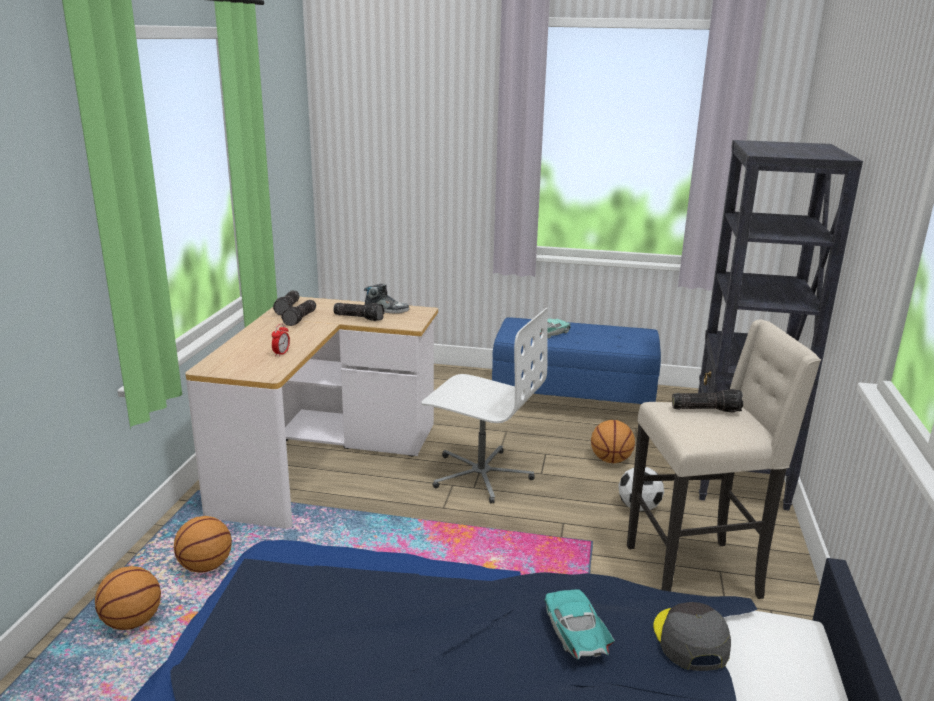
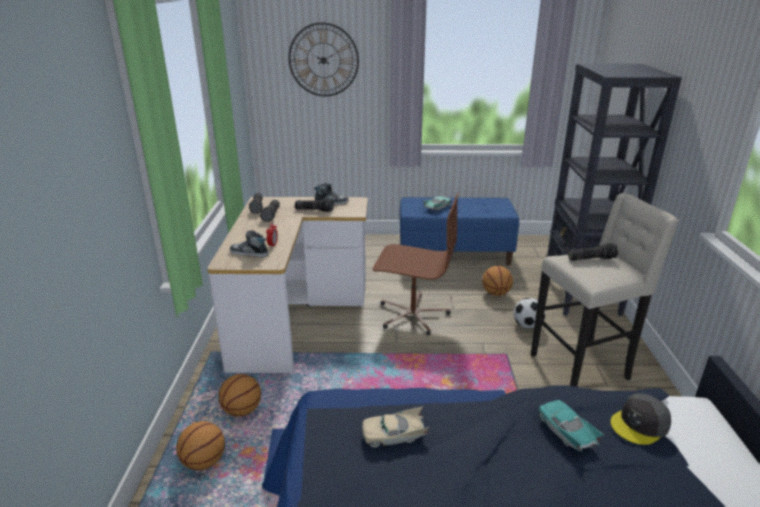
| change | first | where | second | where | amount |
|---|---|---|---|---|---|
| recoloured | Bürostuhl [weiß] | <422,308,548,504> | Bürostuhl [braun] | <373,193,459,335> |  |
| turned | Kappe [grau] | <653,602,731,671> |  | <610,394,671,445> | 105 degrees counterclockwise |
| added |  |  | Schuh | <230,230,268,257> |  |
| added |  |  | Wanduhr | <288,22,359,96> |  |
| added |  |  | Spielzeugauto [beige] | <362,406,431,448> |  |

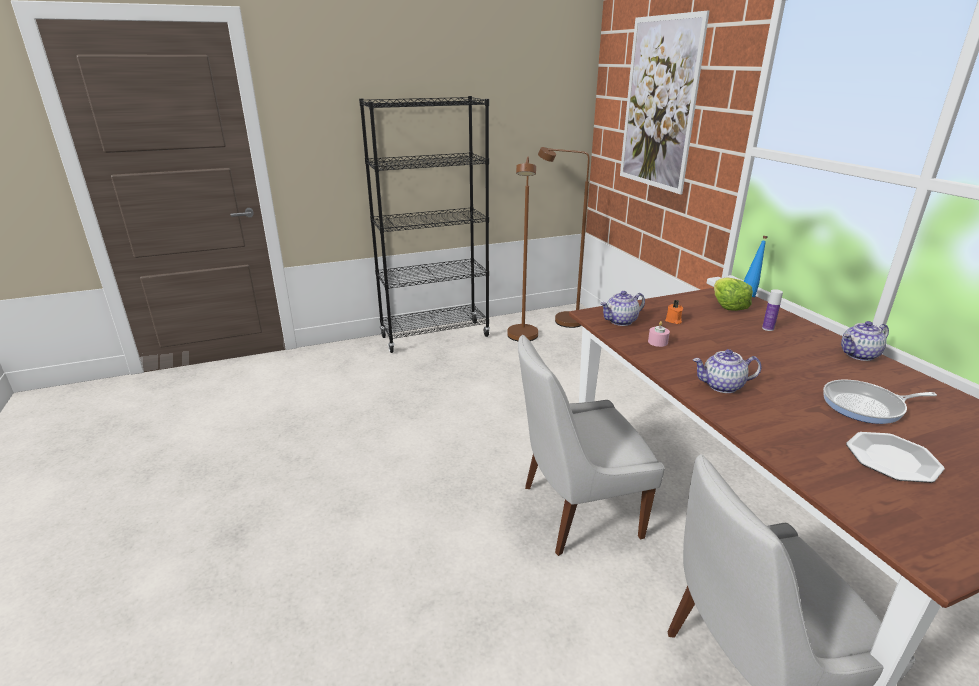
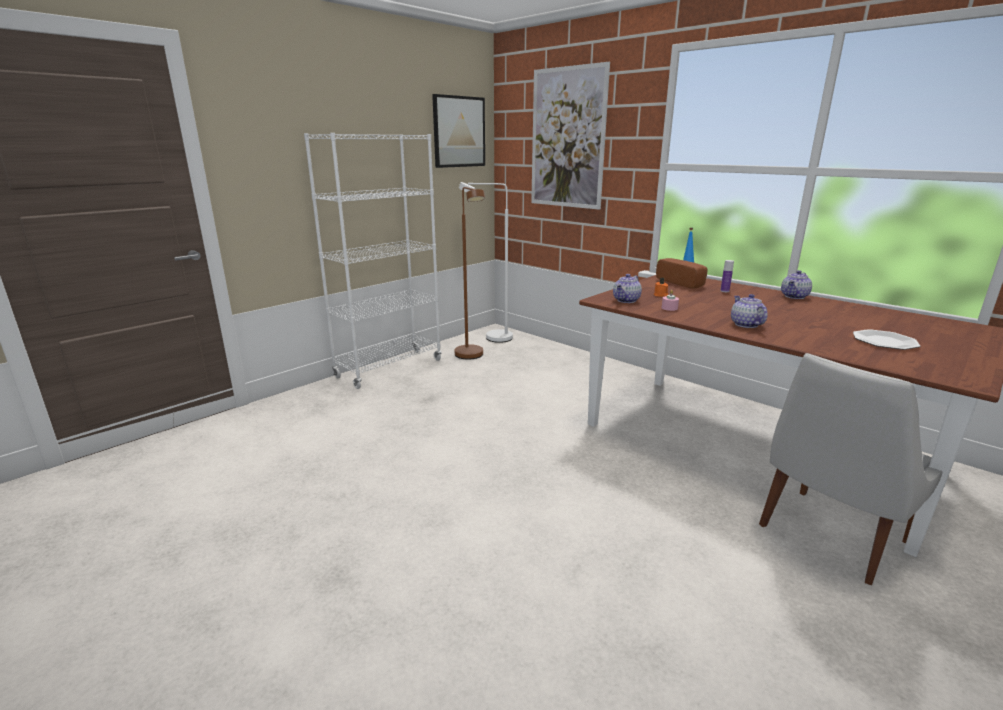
| change | first | where | second | where | amount |
|---|---|---|---|---|---|
| recoloured | Bücherregal [schwarz] | <359,96,490,353> | Bücherregal [weiß] | <304,133,442,389> |  |
| removed | Stuhl [weiß] | <518,335,665,556> |  |  |  |
| recoloured | Stehlampe [braun] | <538,147,590,328> | Stehlampe [weiß] | <459,182,513,343> |  |
| turned | Teekanne | <693,349,762,393> |  | <731,294,768,328> | 105 degrees clockwise |
| replaced | Salatkopf | <714,277,753,311> | Brot | <656,258,707,289> |  |
| removed | Pfanne | <823,379,937,424> |  |  |  |
| added |  |  | Bild | <432,94,485,168> |  |

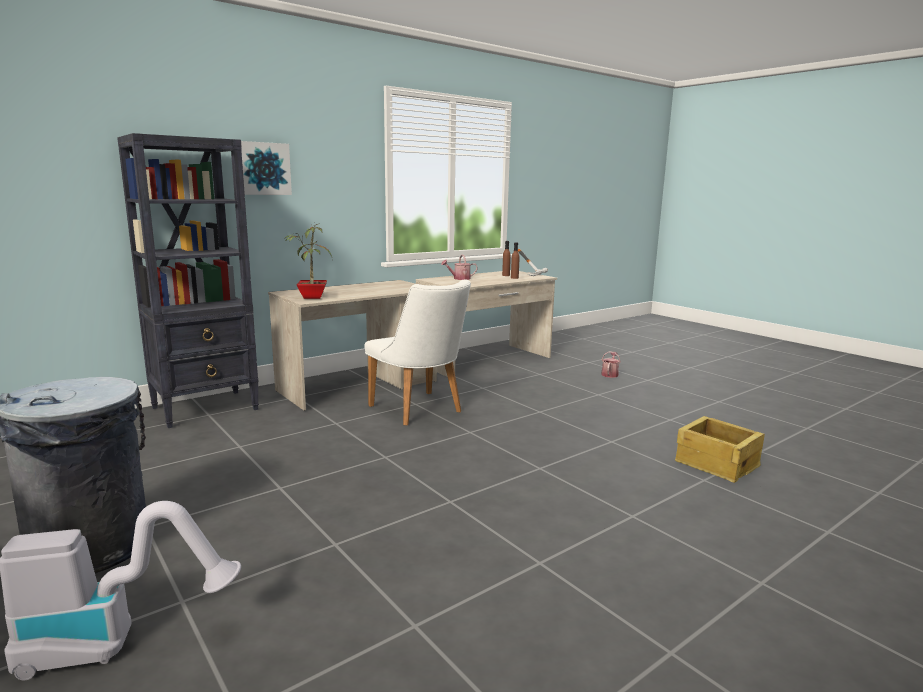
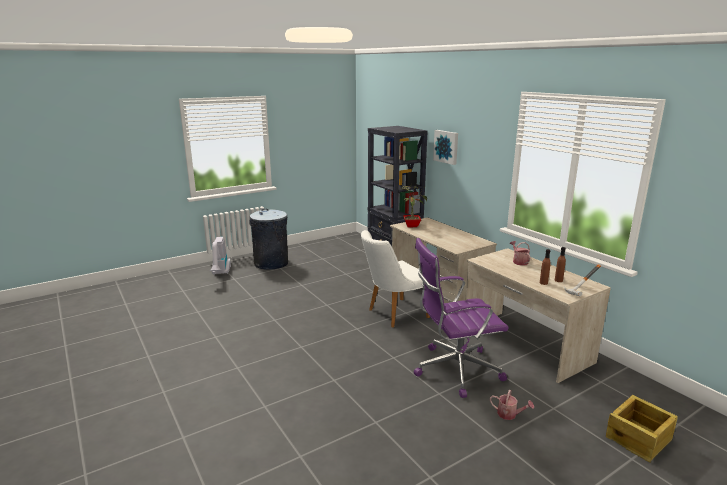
| change | first | where | second | where | amount |
|---|---|---|---|---|---|
| moved | Kiste | <675,416,765,483> |  | <606,395,678,463> |  |
| added |  |  | Bürostuhl [lila] | <414,238,509,398> |  |

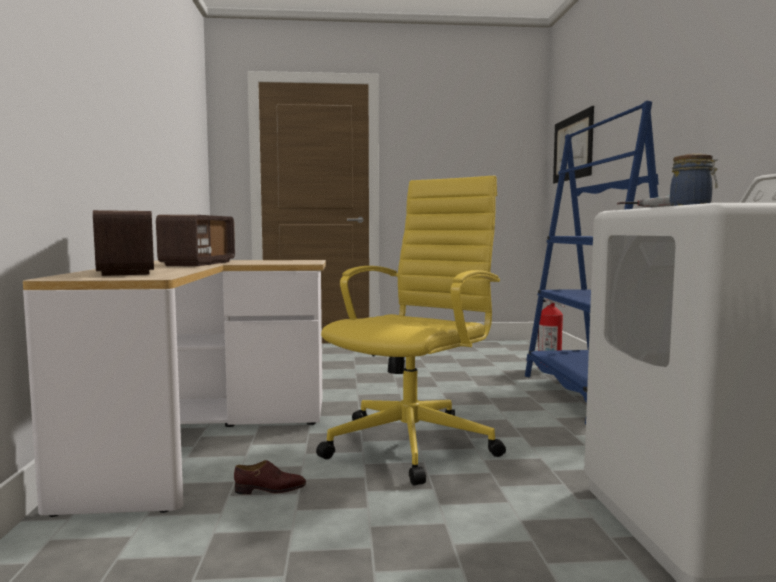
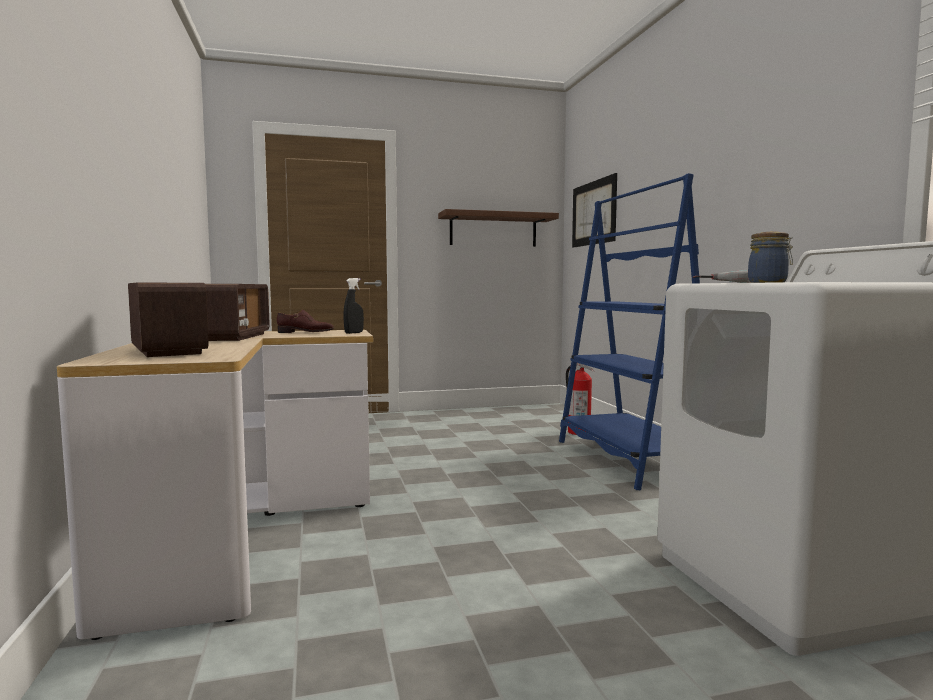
| change | first | where | second | where | amount |
|---|---|---|---|---|---|
| moved | Schuh [braun] | <234,460,306,495> |  | <277,310,334,333> |  |
| removed | Bürostuhl [gelb] | <316,176,506,486> |  |  |  |
| added |  |  | Sprühflasche [schwarz] | <343,278,364,334> |  |
| added |  |  | Wandregal [braun] | <438,209,559,247> |  |

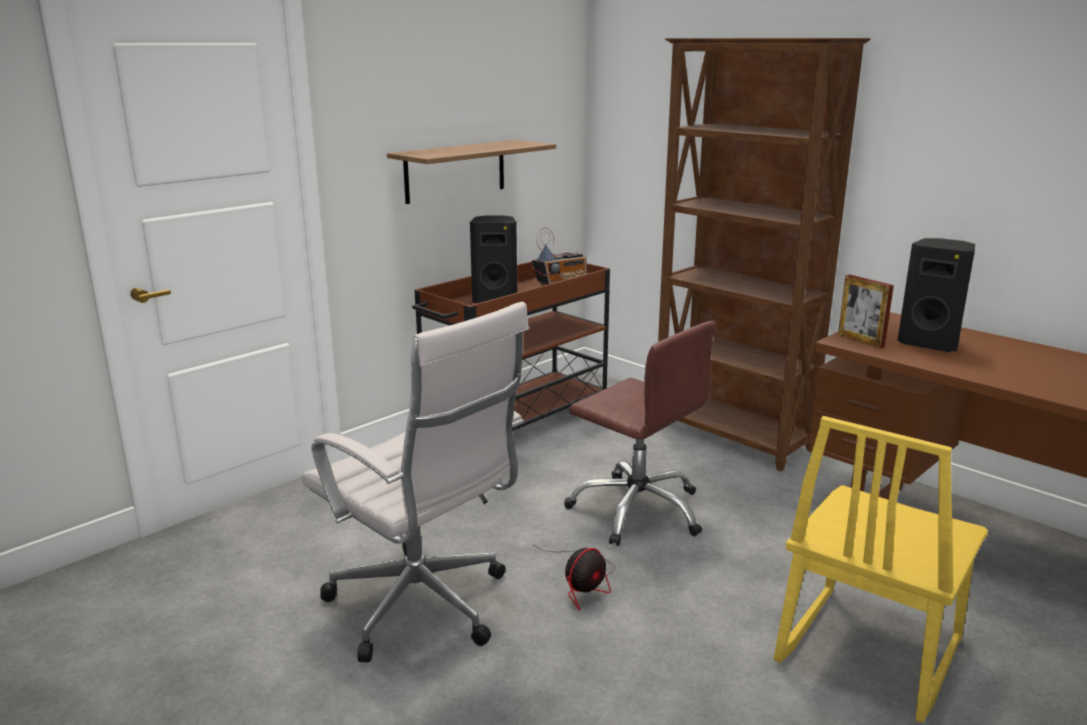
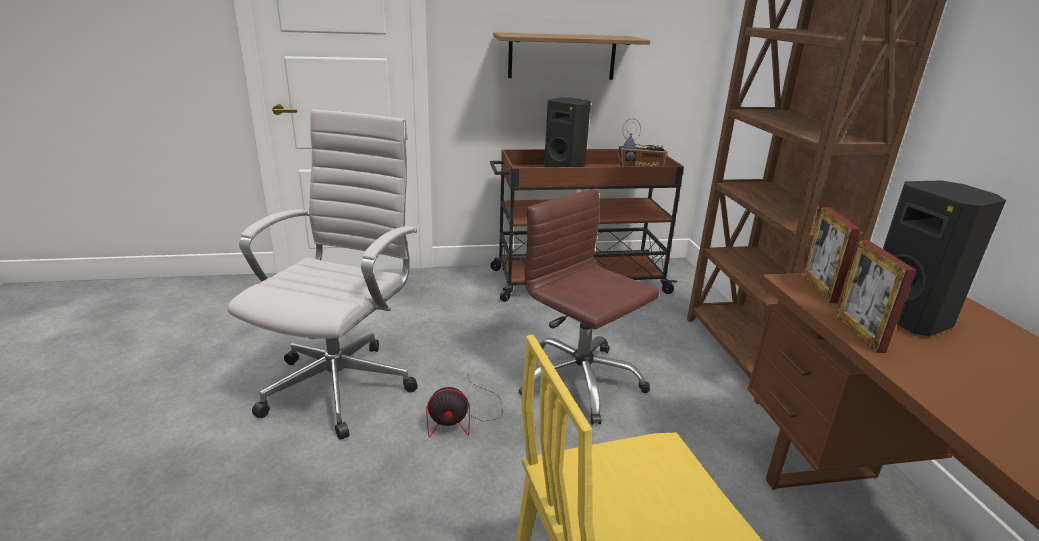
| change | first | where | second | where | amount |
|---|---|---|---|---|---|
| turned | Bürostuhl [weiß] | <302,302,529,663> |  | <227,109,418,439> | 150 degrees counterclockwise |
| turned | Bürostuhl [braun] | <564,321,716,546> |  | <518,189,659,425> | 150 degrees clockwise |
| added |  |  | Bilderrahmen | <836,240,916,353> |  |

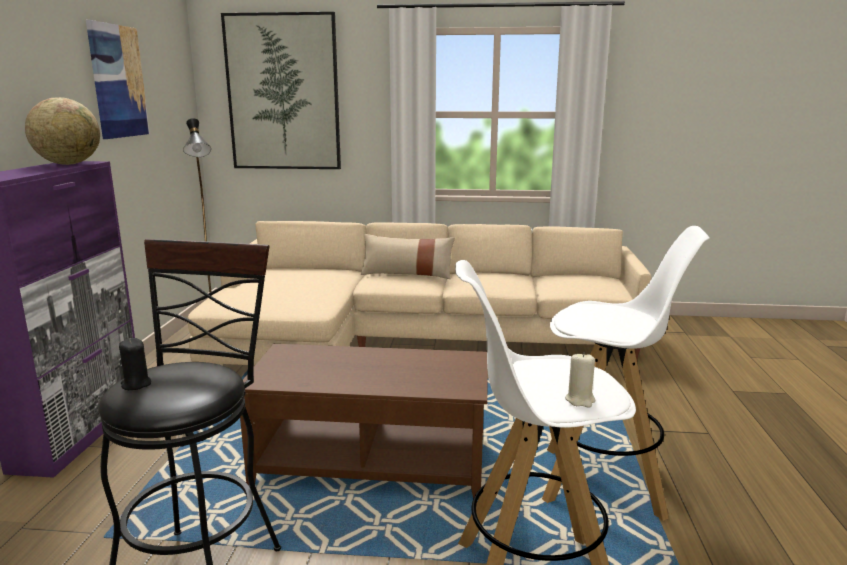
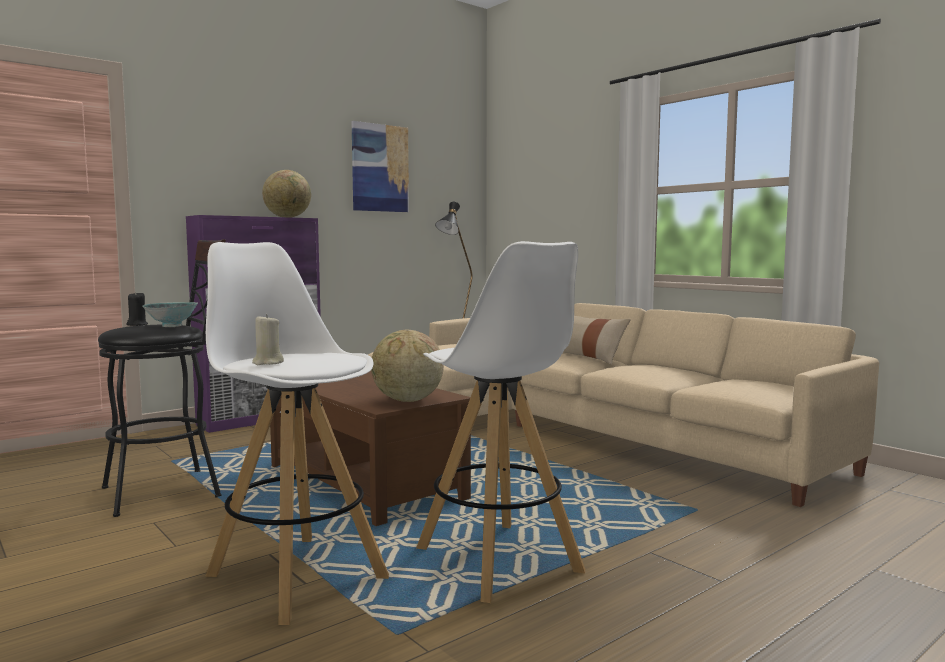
| change | first | where | second | where | amount |
|---|---|---|---|---|---|
| removed | Bild | <221,12,341,169> |  |  |  |
| added |  |  | Schüssel | <142,302,198,327> |  |
| added |  |  | Globus | <371,330,444,402> |  |

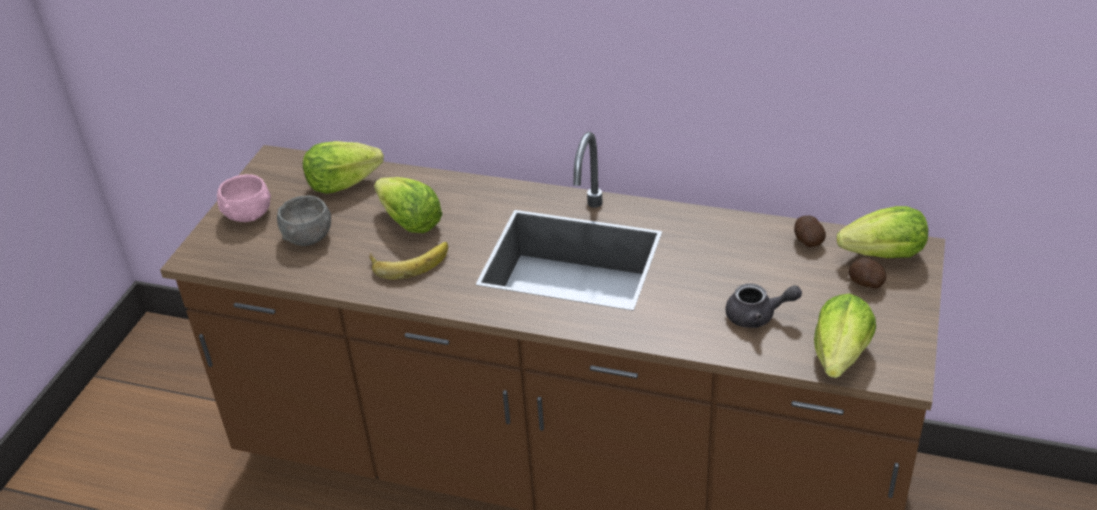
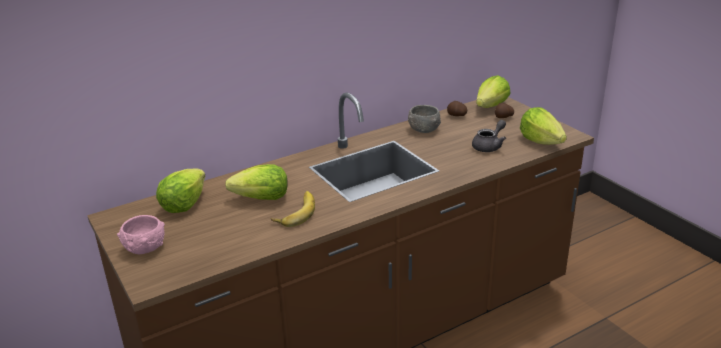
| change | first | where | second | where | amount |
|---|---|---|---|---|---|
| moved | Schüssel [grau] | <277,195,331,246> |  | <408,105,441,133> |  |

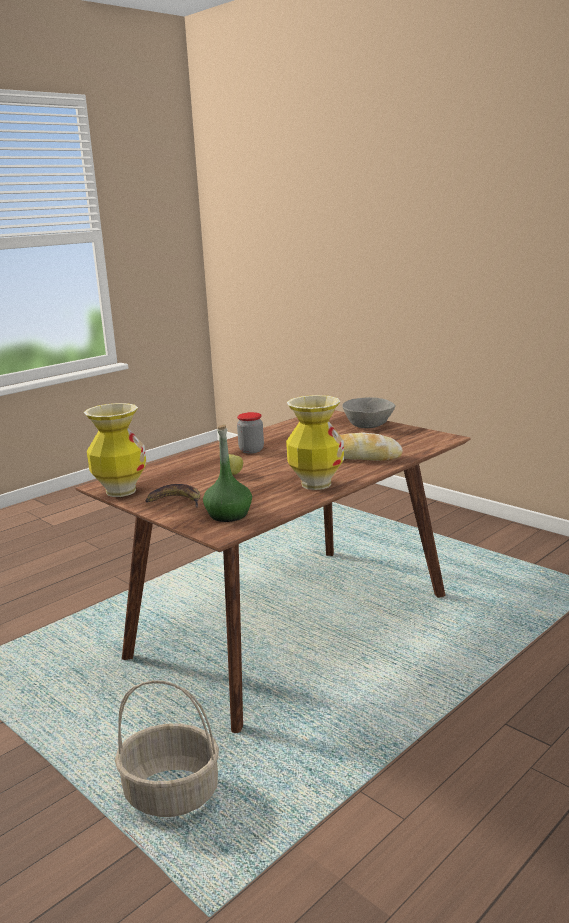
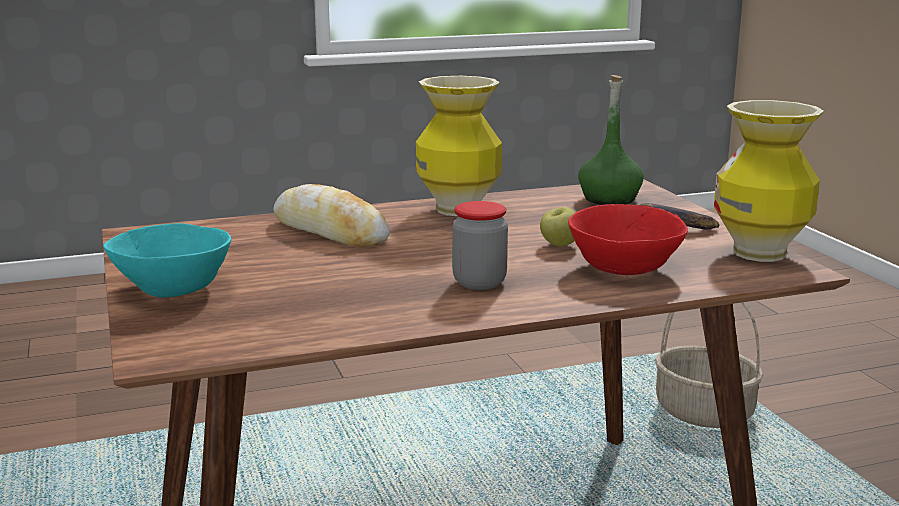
| change | first | where | second | where | amount |
|---|---|---|---|---|---|
| recoloured | Schüssel [grau] | <342,397,396,428> | Schüssel [türkis] | <103,223,231,297> |  |
| added |  |  | Schüssel [rot] | <568,204,688,275> |  |

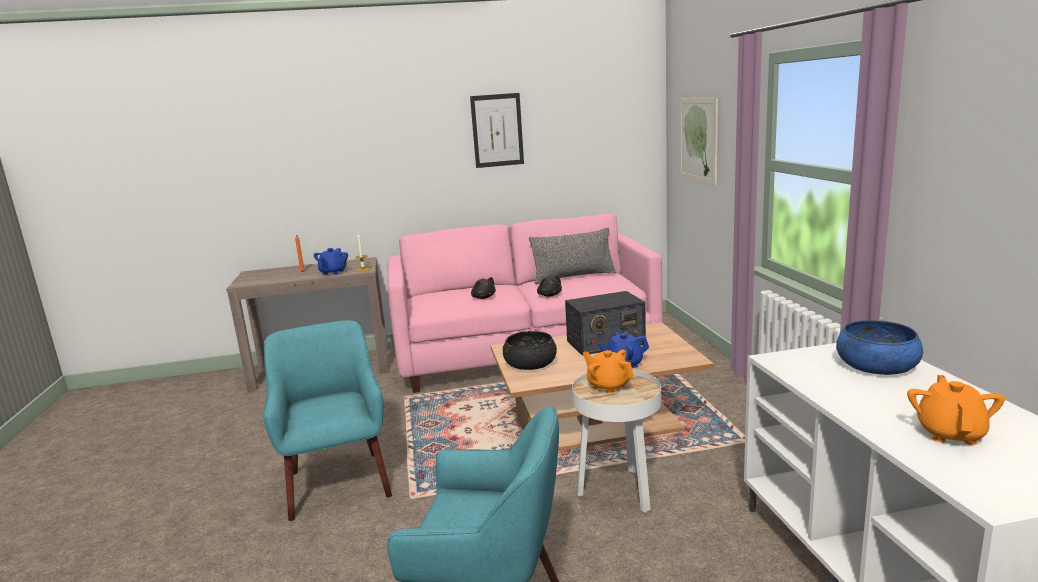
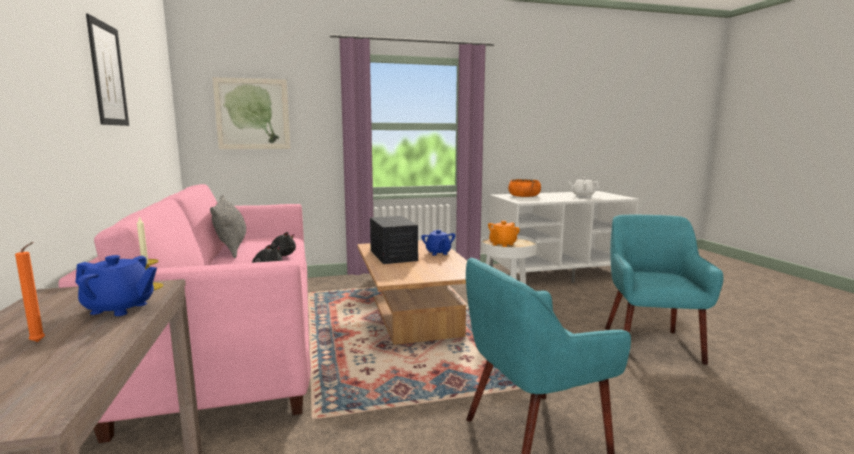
| change | first | where | second | where | amount |
|---|---|---|---|---|---|
| removed | Schüssel [schwarz] | <503,331,557,370> |  |  |  |
| recoloured | Schüssel [blau] | <836,320,923,375> | Schüssel [orange] | <508,179,541,197> |  |
| recoloured | Teekanne [orange] | <907,375,1005,445> | Teekanne [weiß] | <568,178,599,198> |  |

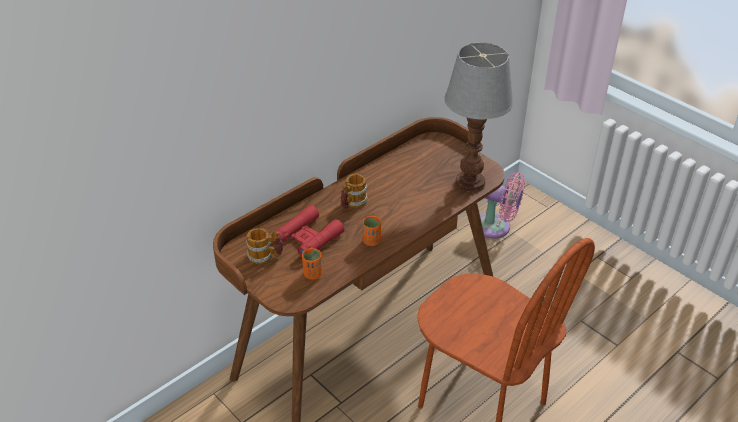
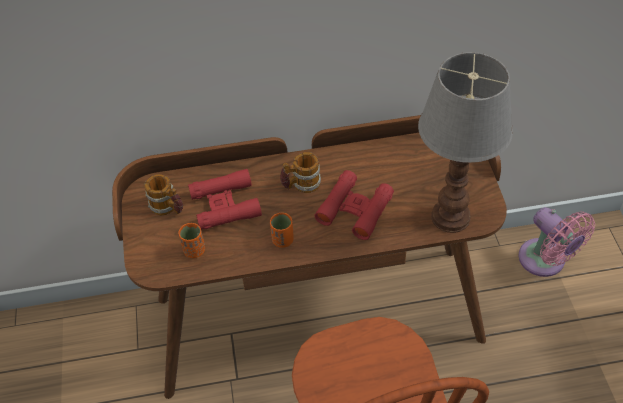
| change | first | where | second | where | amount |
|---|---|---|---|---|---|
| added |  |  | Fernglas [rot] | <315,170,394,240> |  |

